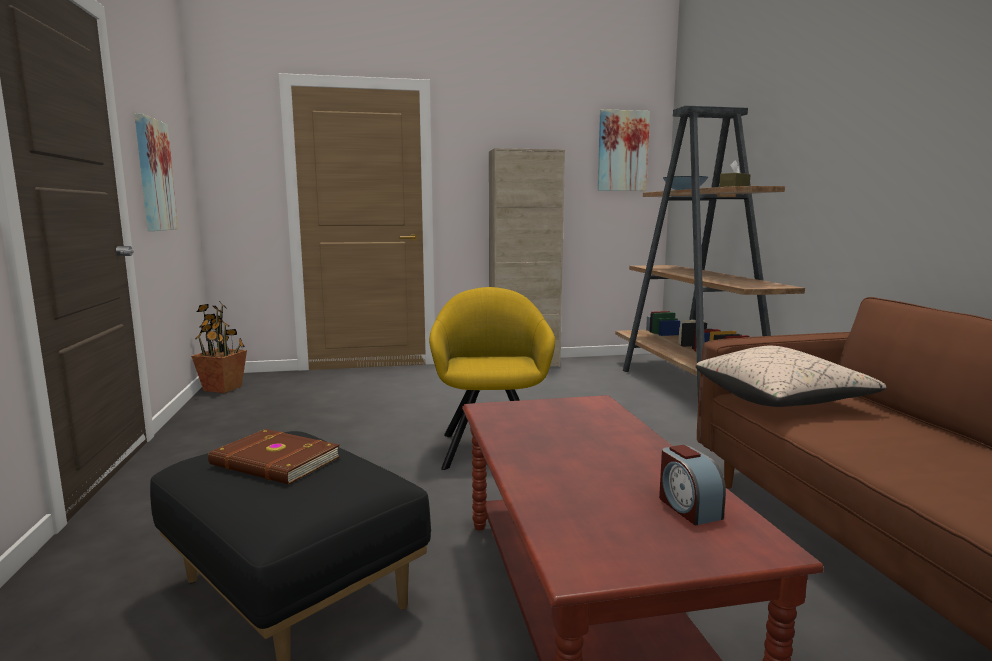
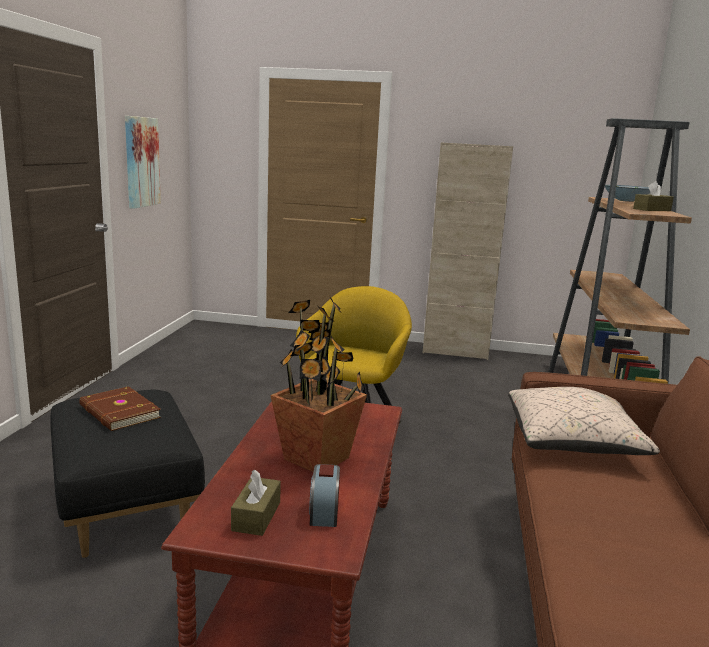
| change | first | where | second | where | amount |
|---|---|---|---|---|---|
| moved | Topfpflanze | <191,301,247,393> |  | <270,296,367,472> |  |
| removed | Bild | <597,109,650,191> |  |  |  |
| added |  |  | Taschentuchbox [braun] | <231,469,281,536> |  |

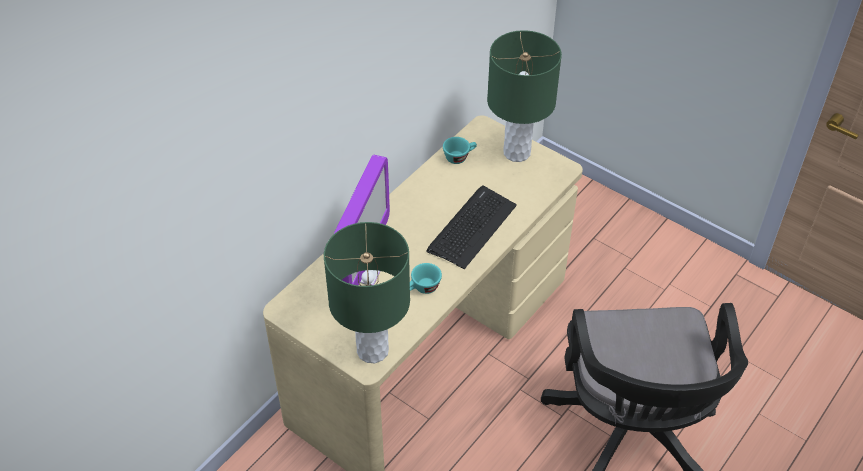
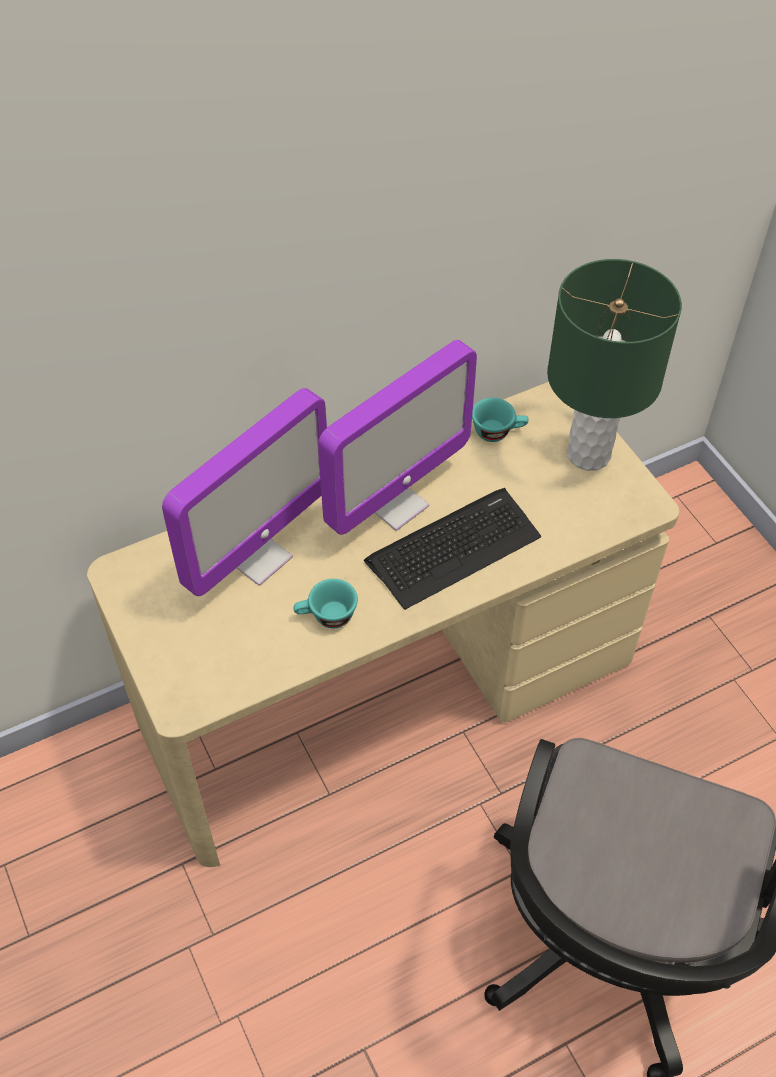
| change | first | where | second | where | amount |
|---|---|---|---|---|---|
| removed | Tischlampe [grün] | <324,222,410,363> |  |  |  |
| added |  |  | Monitor | <318,340,477,535> |  |

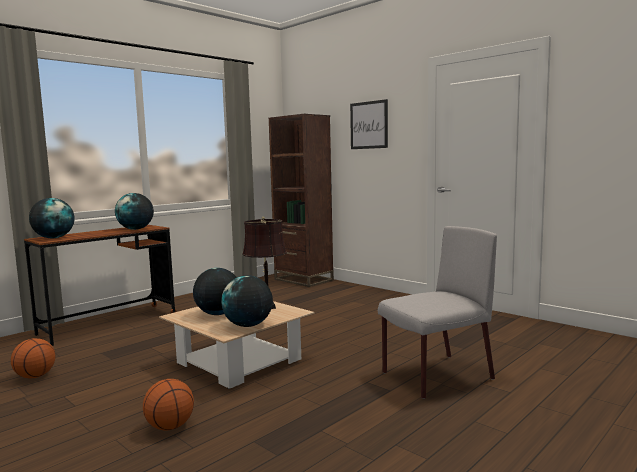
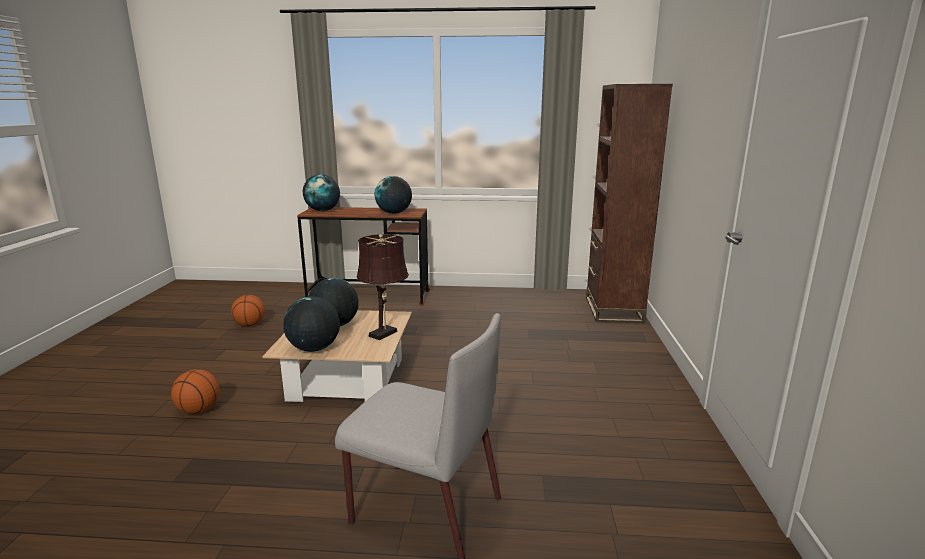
| change | first | where | second | where | amount |
|---|---|---|---|---|---|
| removed | Bild | <350,99,388,149> |  |  |  |

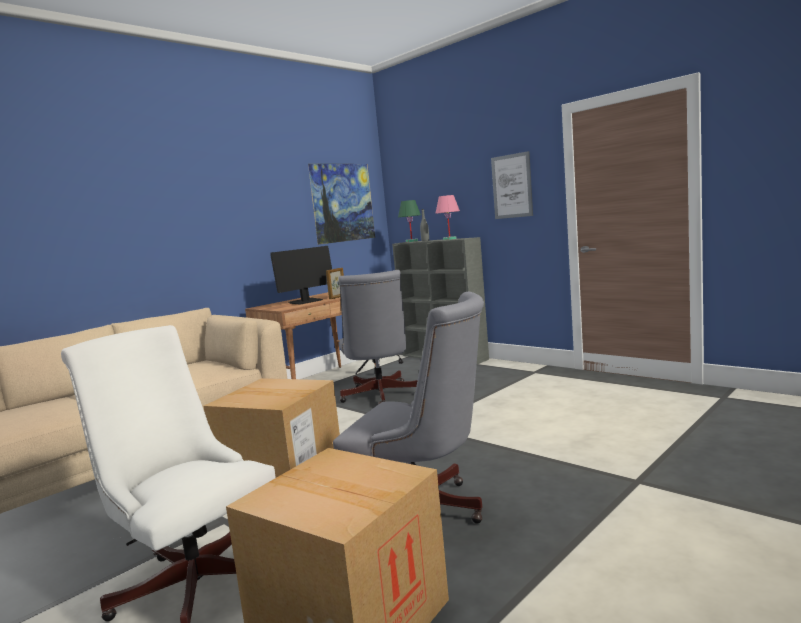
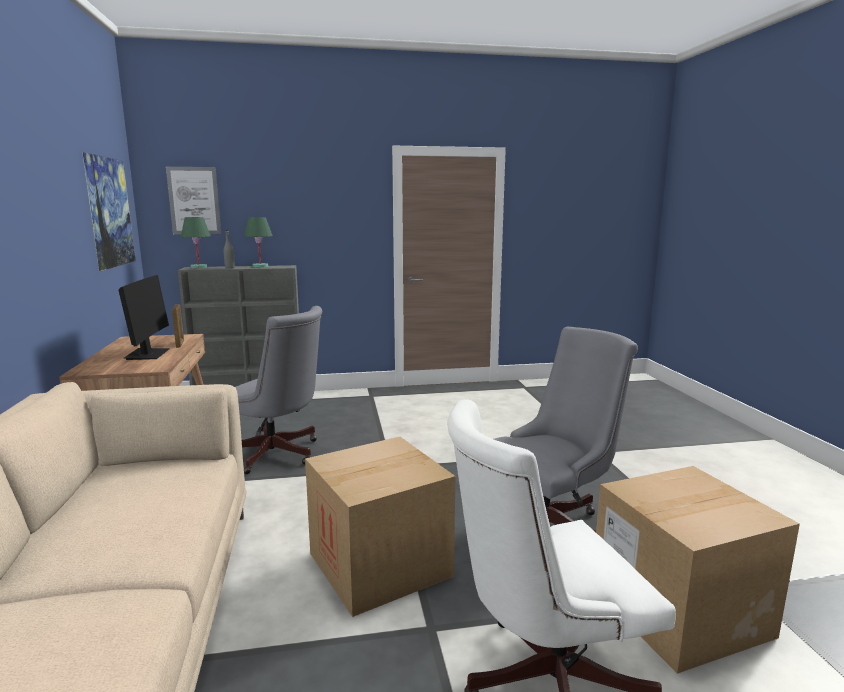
| change | first | where | second | where | amount |
|---|---|---|---|---|---|
| recoloured | Tischlampe [rosa] | <435,195,460,240> | Tischlampe [grün] | <244,217,273,268> |  |
| moved | Bild | <491,151,533,219> |  | <166,167,221,234> |  |

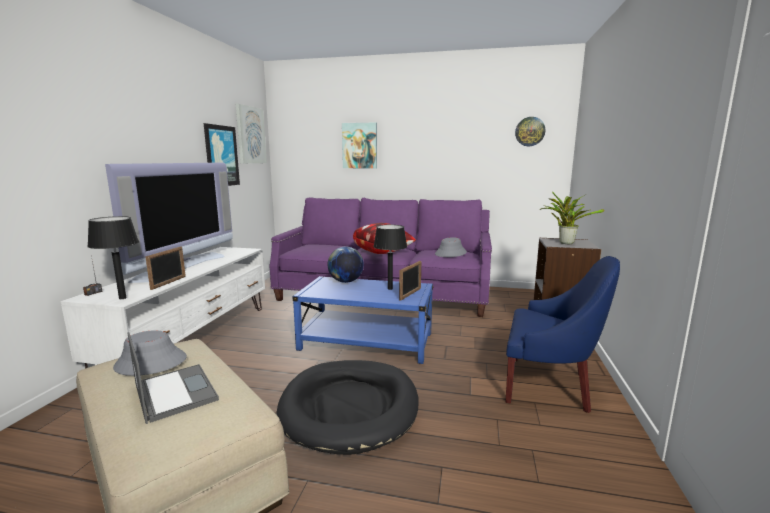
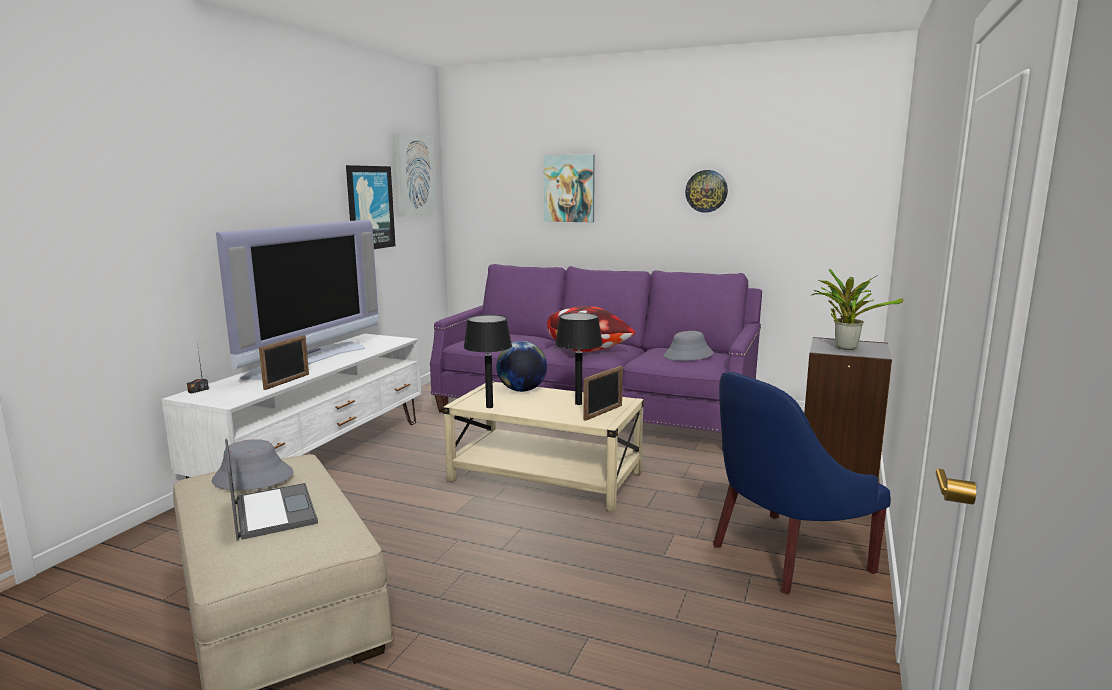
| change | first | where | second | where | amount |
|---|---|---|---|---|---|
| moved | Tischlampe [schwarz] | <87,216,139,299> |  | <464,315,512,408> |  |
| removed | Hundebett [schwarz] | <277,360,419,455> |  |  |  |
| recoloured | Couchtisch [blau] | <292,276,433,364> | Couchtisch [beige] | <443,381,644,512> |  |
| turned | Sessel [blau] | <505,256,620,413> |  | <713,372,891,594> | 120 degrees clockwise |
| moved | Wanduhr | <515,117,545,146> |  | <685,170,728,213> |  |

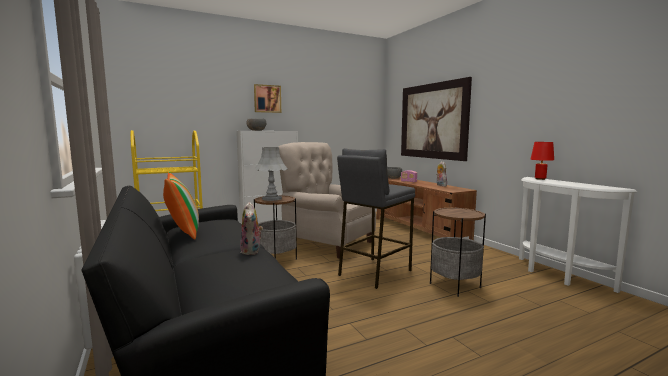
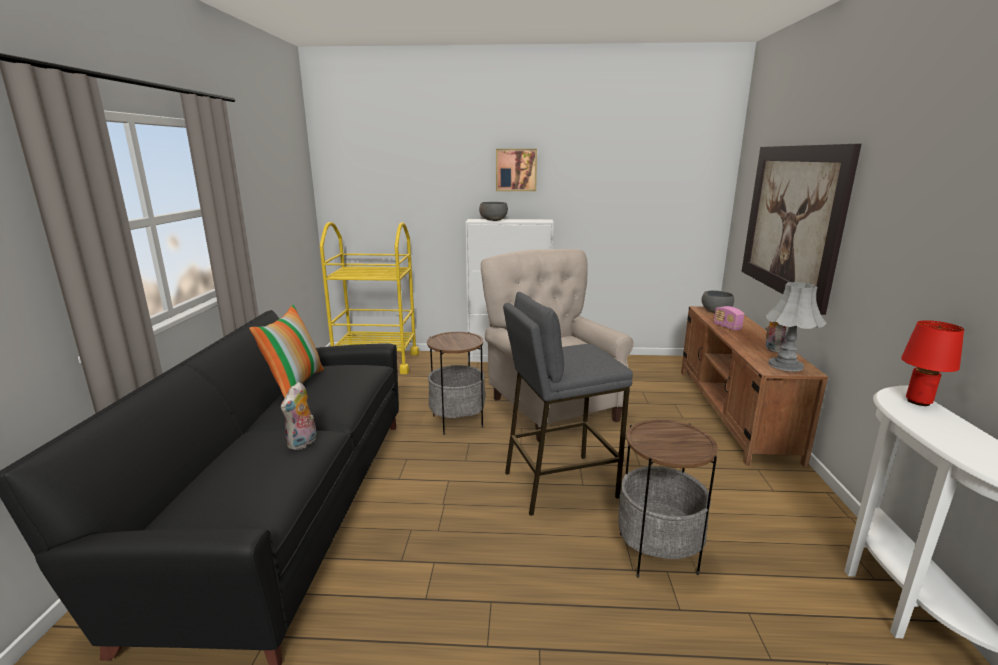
| change | first | where | second | where | amount |
|---|---|---|---|---|---|
| moved | Tischlampe [grau] | <254,147,288,201> |  | <765,282,826,372> |  |

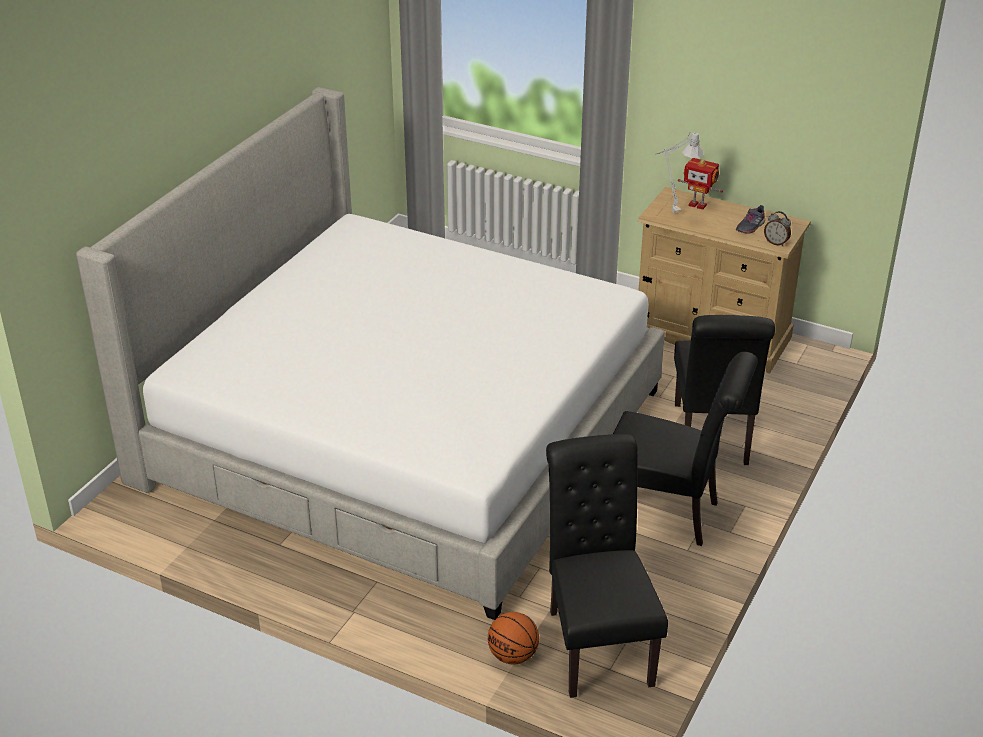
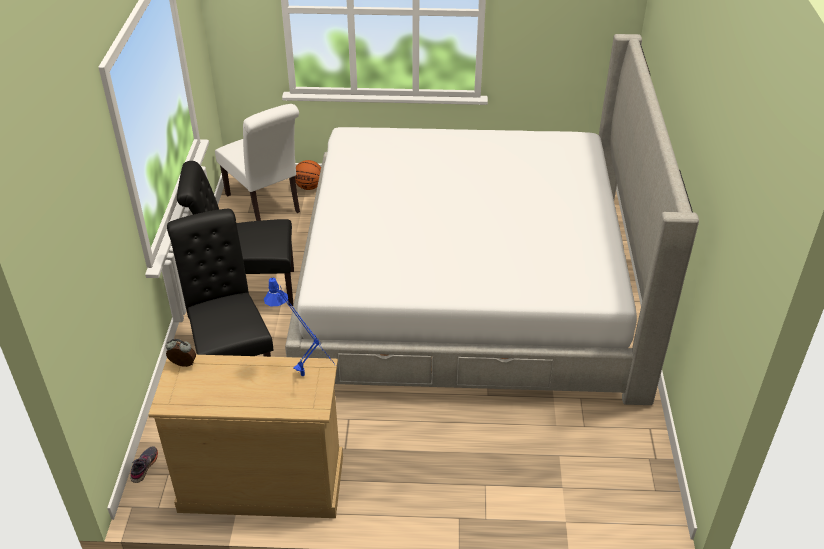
| change | first | where | second | where | amount |
|---|---|---|---|---|---|
| recoloured | Stuhl [schwarz] | <546,434,668,698> | Stuhl [weiß] | <215,104,300,221> |  |
| recoloured | Tischlampe [grau] | <655,131,704,213> | Tischlampe [blau] | <264,278,336,376> |  |
| removed | Spielzeugroboter | <678,158,723,210> |  |  |  |
| moved | Schuh [grau] | <736,205,765,234> |  | <130,446,158,483> |  |

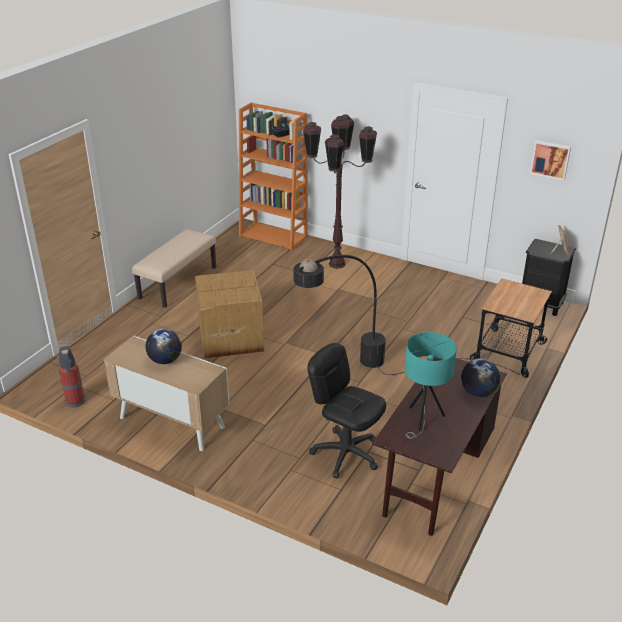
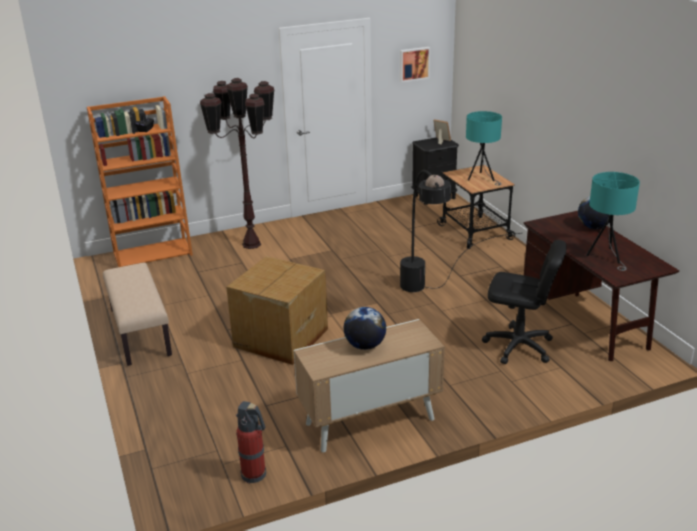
| change | first | where | second | where | amount |
|---|---|---|---|---|---|
| turned | Bürostuhl [schwarz] | <307,343,386,478> |  | <482,240,567,364> | 150 degrees counterclockwise |
| added |  |  | Tischlampe [türkis] | <466,111,502,186> |  |

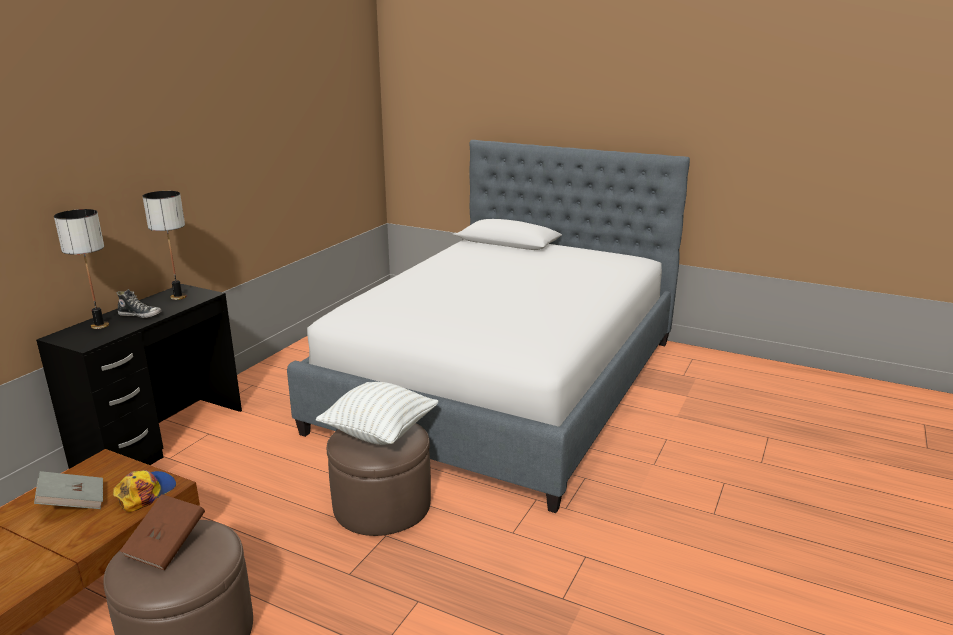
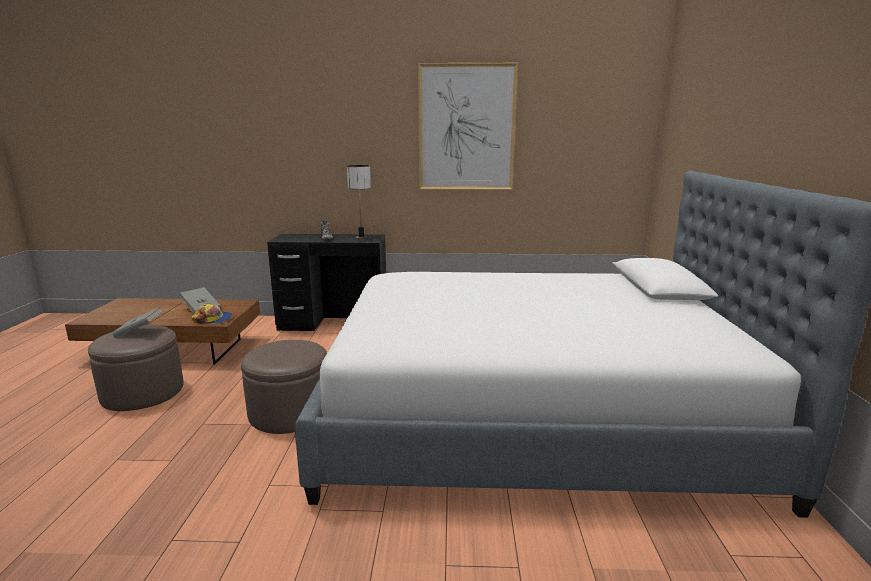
| change | first | where | second | where | amount |
|---|---|---|---|---|---|
| removed | Tischlampe | <54,209,109,329> |  |  |  |
| recoloured | Buch [braun] | <120,494,205,571> | Buch [grau] | <112,307,164,338> |  |
| removed | Kissen [weiß] | <316,382,439,445> |  |  |  |
| added |  |  | Bild | <418,63,518,190> |  |

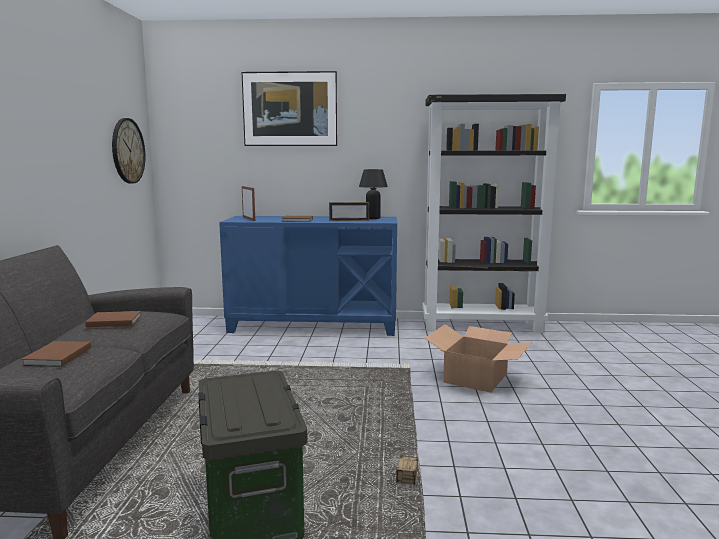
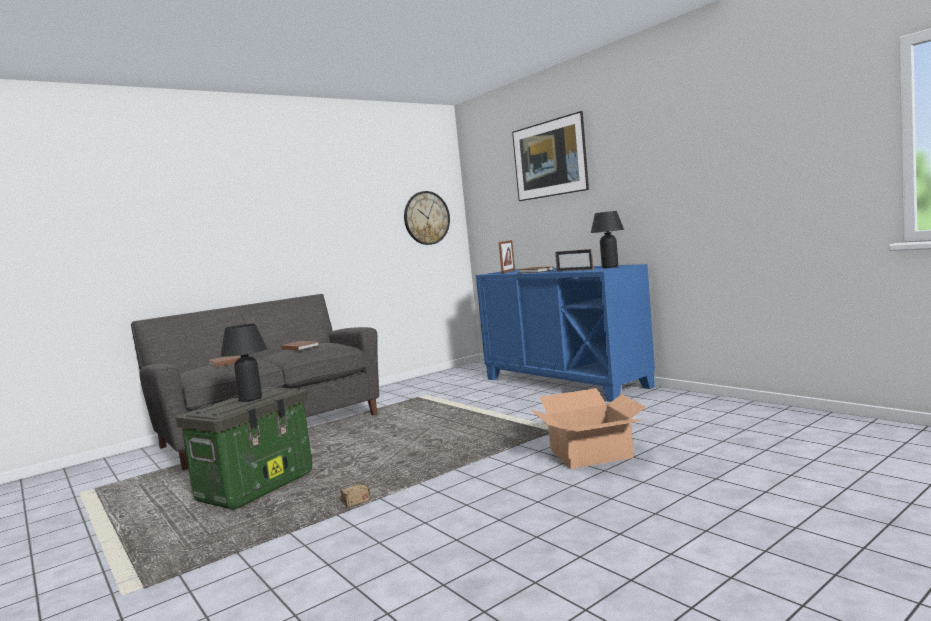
| change | first | where | second | where | amount |
|---|---|---|---|---|---|
| removed | Bücherregal [schwarz] | <422,94,566,333> |  |  |  |
| added |  |  | Tischlampe [schwarz] | <220,324,267,402> |  |

